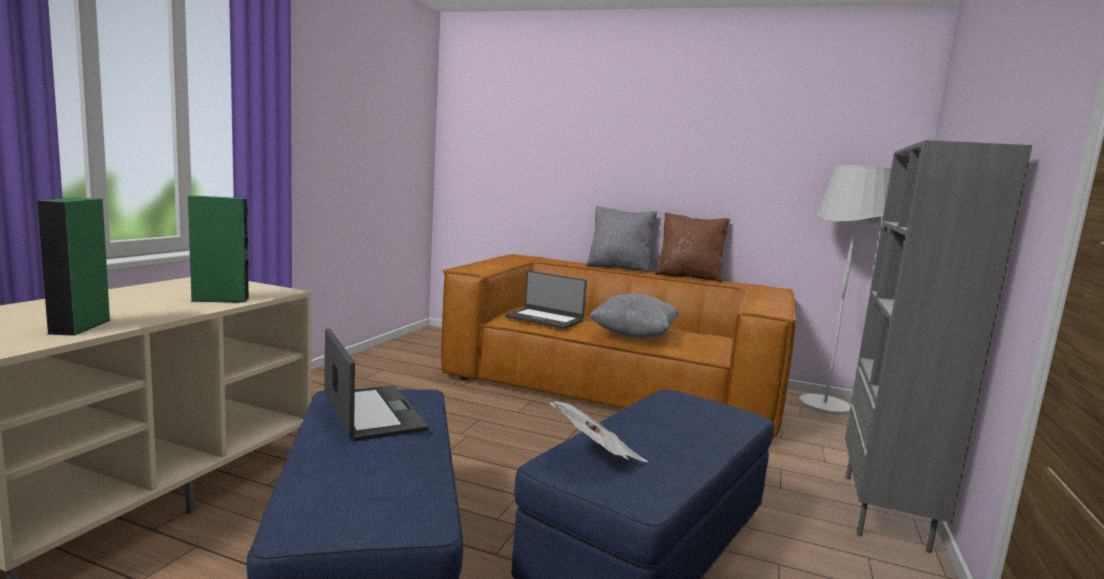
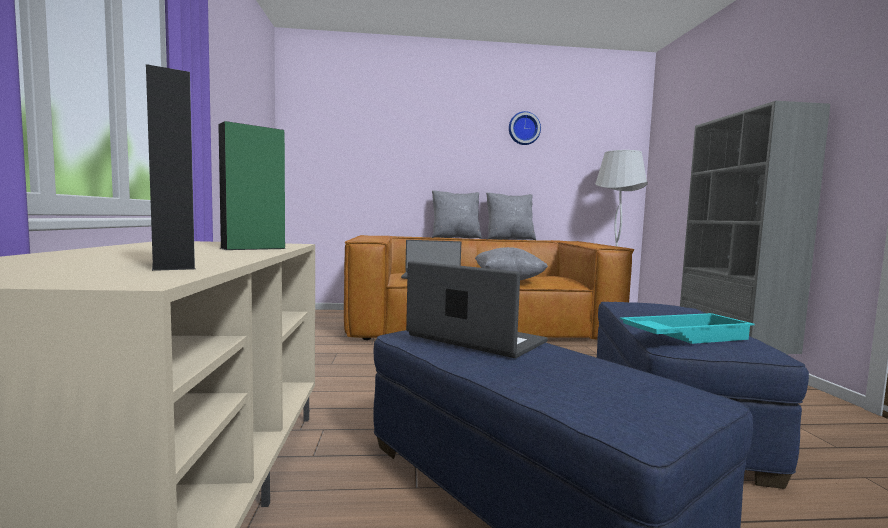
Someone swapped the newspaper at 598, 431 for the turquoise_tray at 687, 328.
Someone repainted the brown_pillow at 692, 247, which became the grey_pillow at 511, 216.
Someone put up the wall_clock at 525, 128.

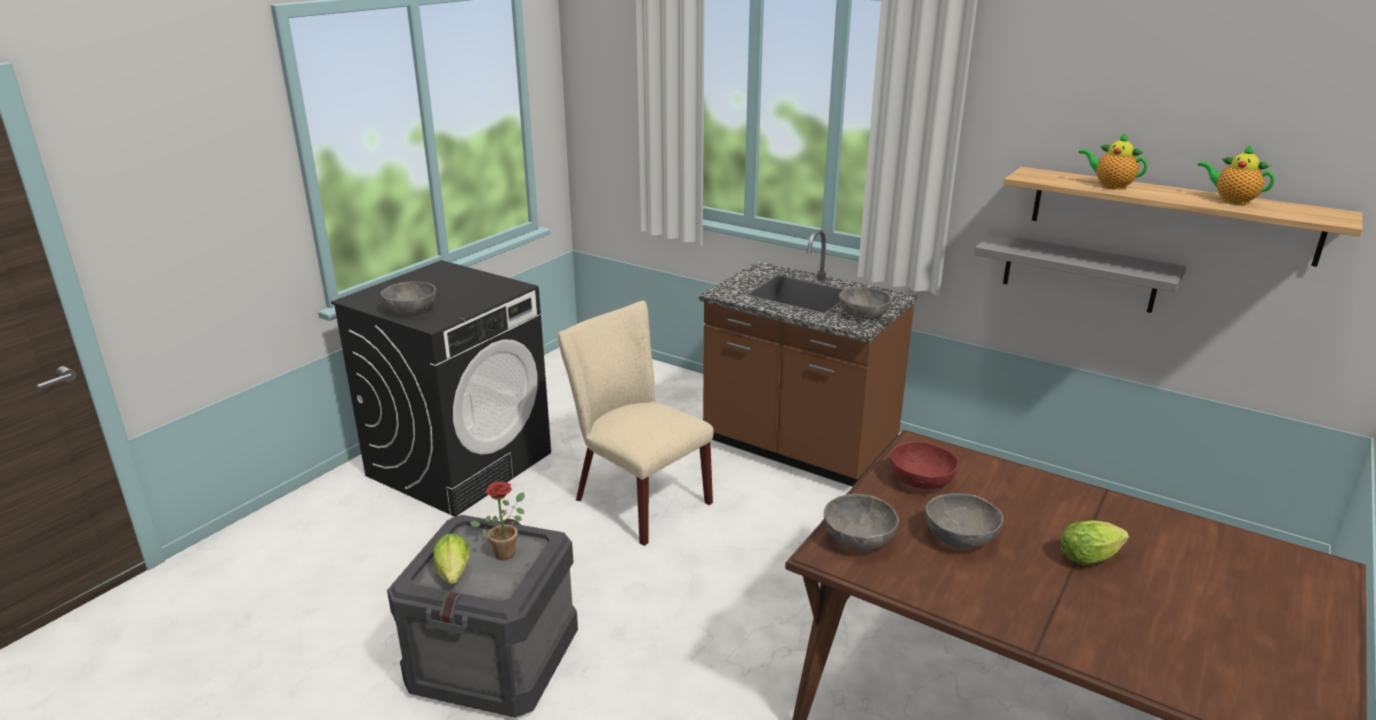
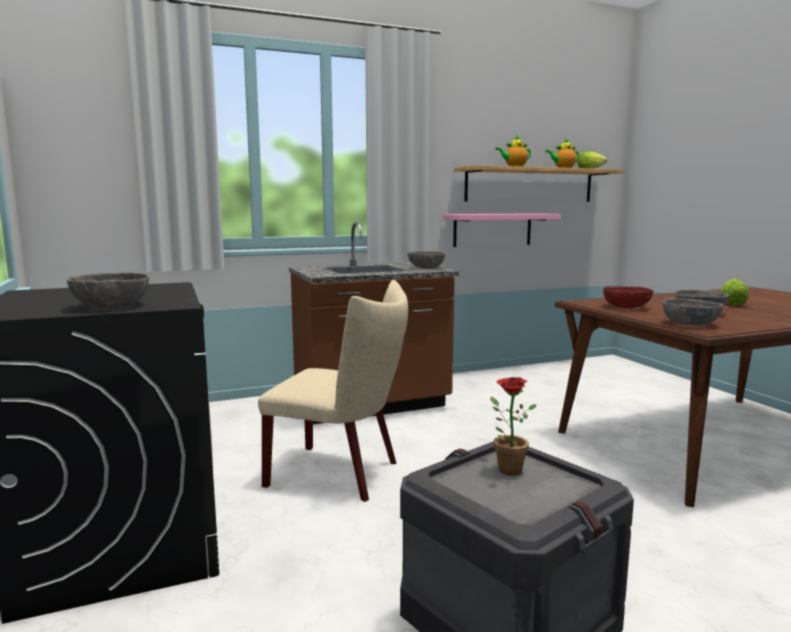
Someone carried the lettuce from 451, 559 to 592, 160.
Someone rotated the beige_chair at 636, 423 by 150 degrees counterclockwise.
Someone repainted the grey_shelf at 1080, 273, which became the pink_shelf at 502, 230.

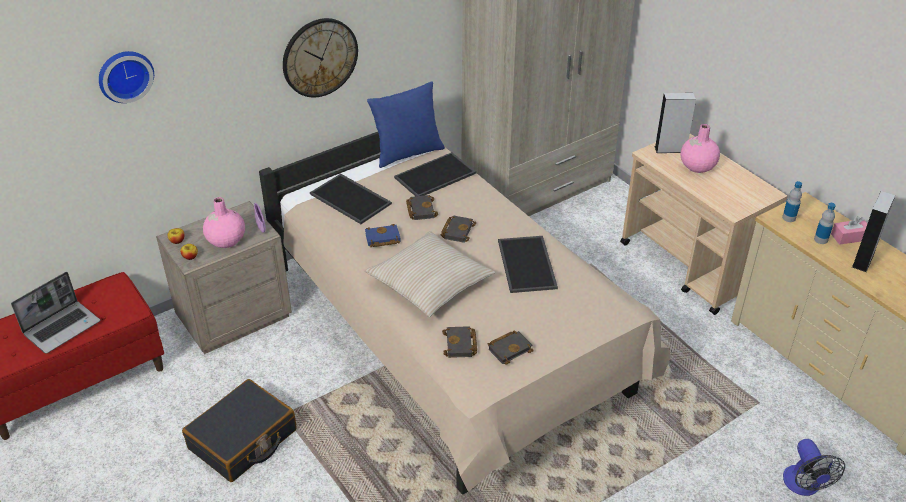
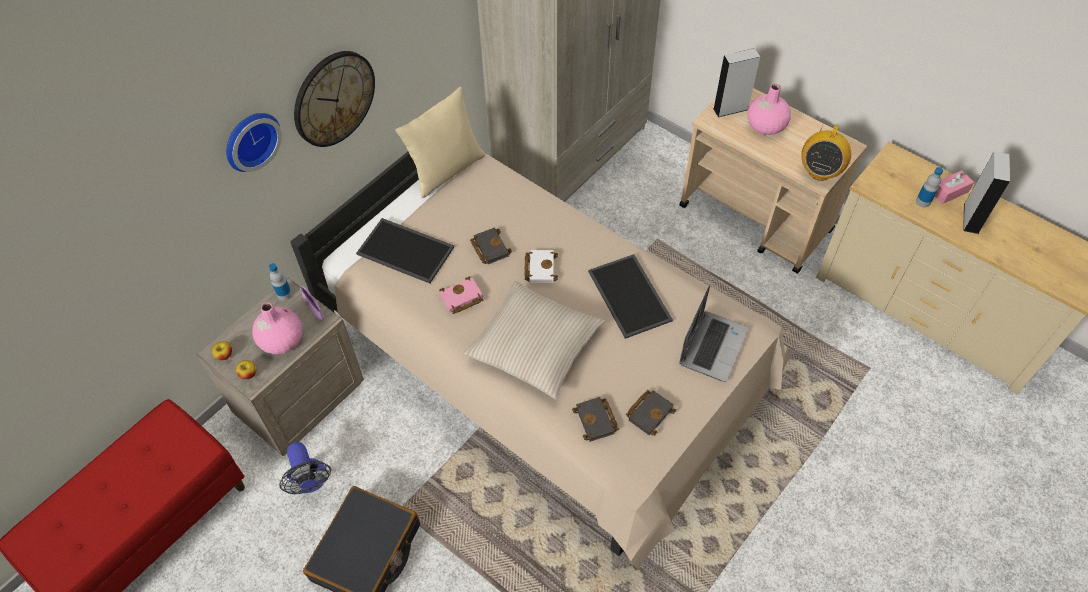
Someone carried the laptop from 55, 313 to 714, 333.
Someone carried the wall_clock from 126, 77 to 254, 142.
Someone repainted the blue_book at 383, 235, which became the pink_book at 461, 295.
Someone repainted the blue_pillow at 406, 124, which became the beige_pillow at 441, 142.
Someone took away the tray at 435, 174.
Someone repainted the black_book at 458, 229, which became the white_book at 541, 266.
Someone carried the bottle from 792, 201 to 280, 282.
Someone carried the fan from 814, 467 to 305, 468.
Someone put down the radio at 826, 151.

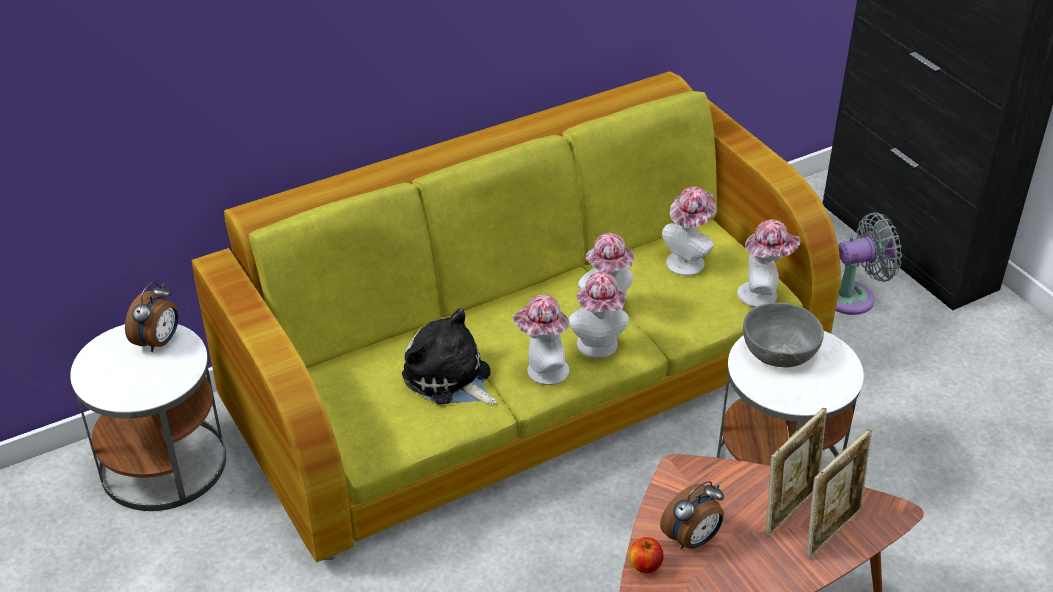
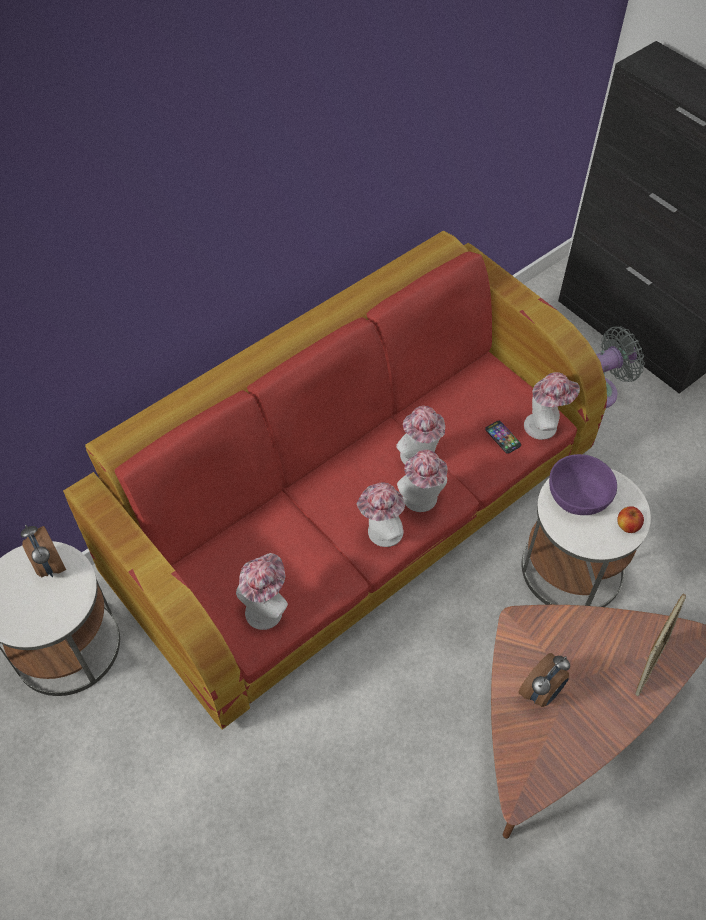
Someone rotated the alarm_clock at 151, 316 by 135 degrees clockwise.
Someone repainted the green_sofa at 516, 317, which became the red_sofa at 335, 480.
Someone took away the plush_toy at 449, 356.
Someone carried the apple from 646, 555 to 630, 519.
Someone carried the hat from 689, 231 to 262, 591.
Someone repainted the grey_bowl at 783, 334, which became the purple_bowl at 583, 484.
Someone took away the picture_frame at 796, 472.
Someone put down the phone at 503, 437.

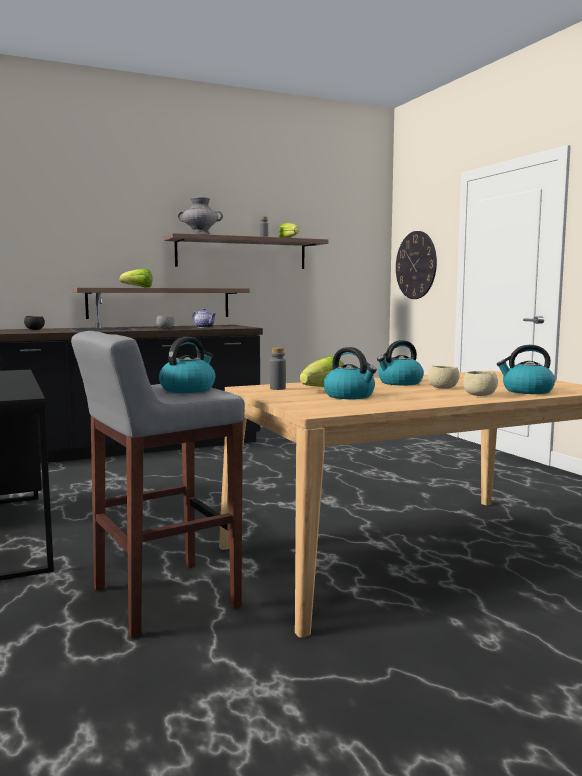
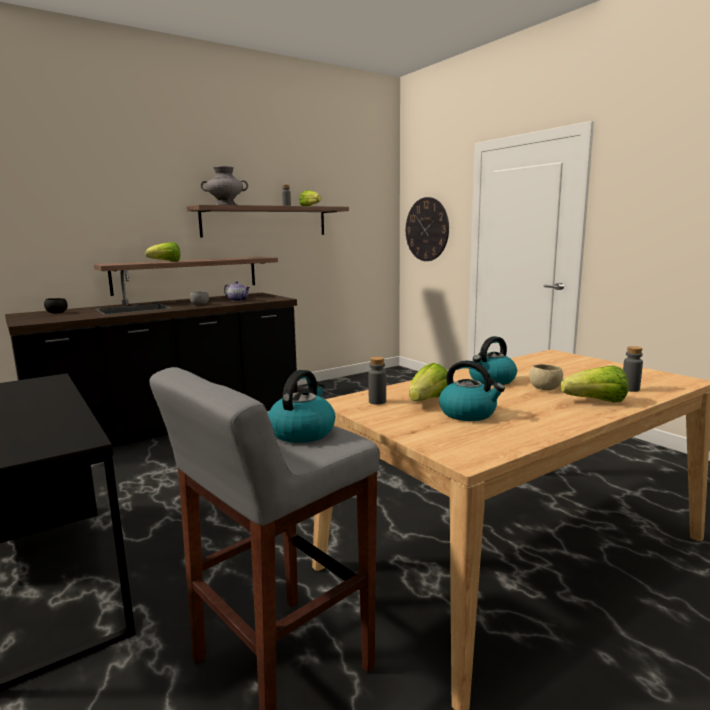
Someone swapped the beige_bowl at 480, 383 for the lettuce at 595, 384.
Someone swapped the kettle at 526, 369 for the grey_bottle at 633, 369.

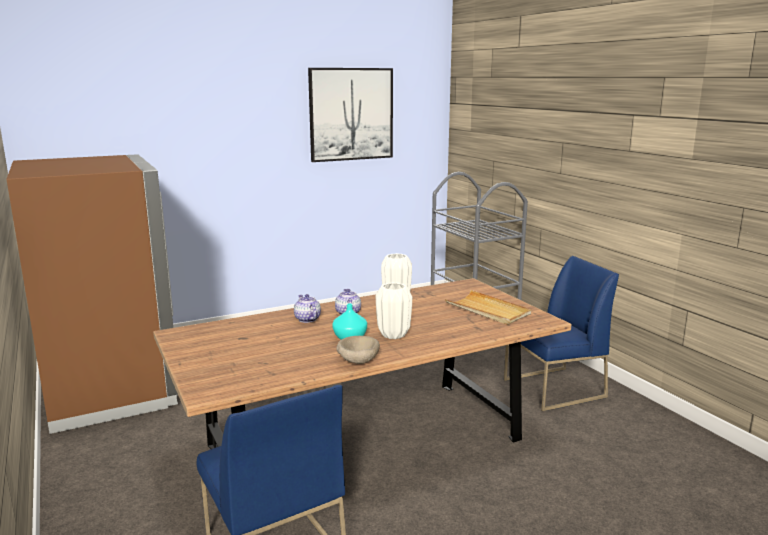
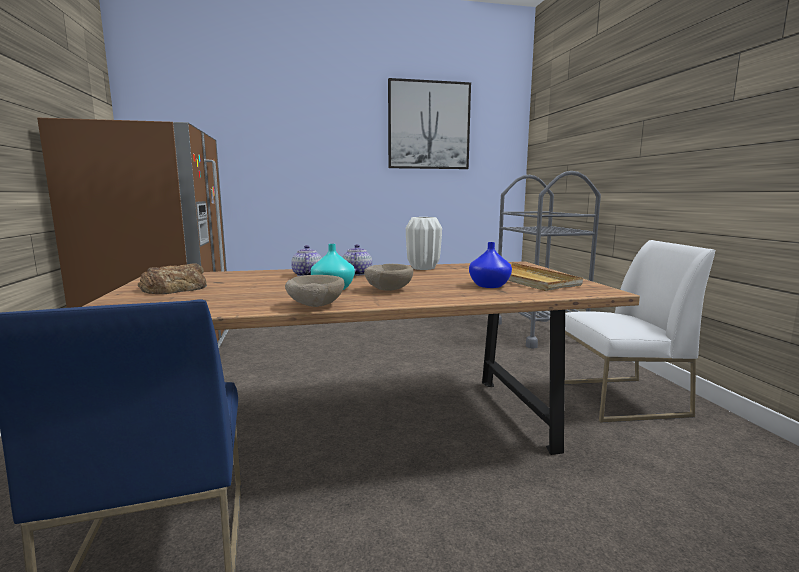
Someone swapped the white_vase at 394, 310 for the beige_bowl at 388, 277.
Someone repainted the blue_chair at 561, 333, which became the white_chair at 640, 331.
Someone put down the bread at 172, 278.
Someone put down the blue_vase at 490, 265.

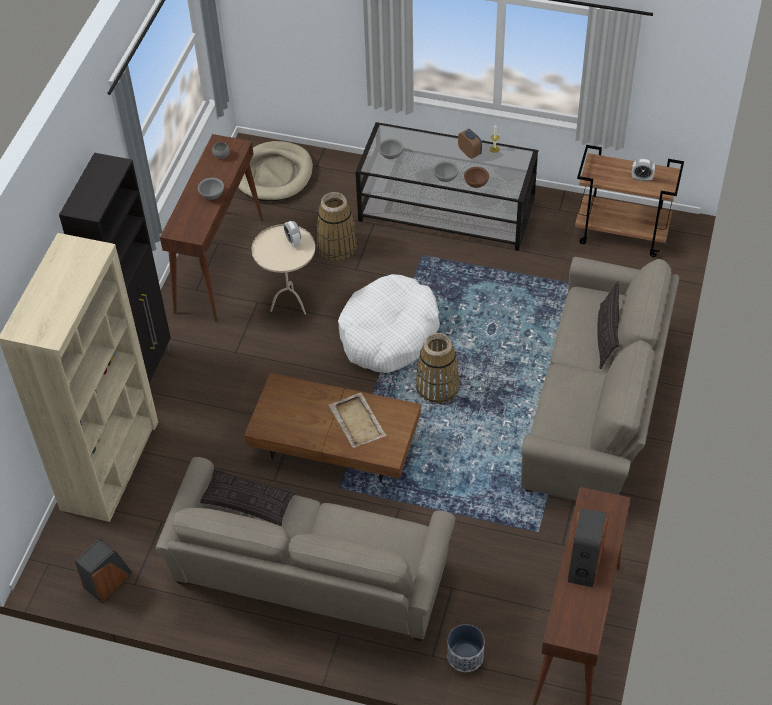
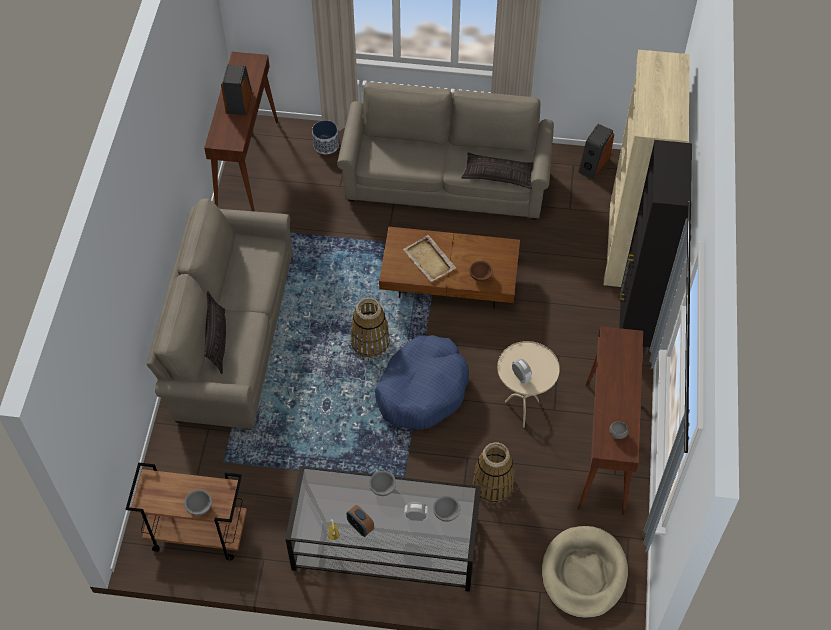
Someone carried the grey_bowl from 211, 189 to 198, 503.
Someone repainted the white_dog_bed at 389, 323, which became the blue_dog_bed at 422, 382.
Someone carried the brown_bowl from 476, 177 to 481, 271.
Someone carried the alarm_clock from 643, 170 to 416, 511.

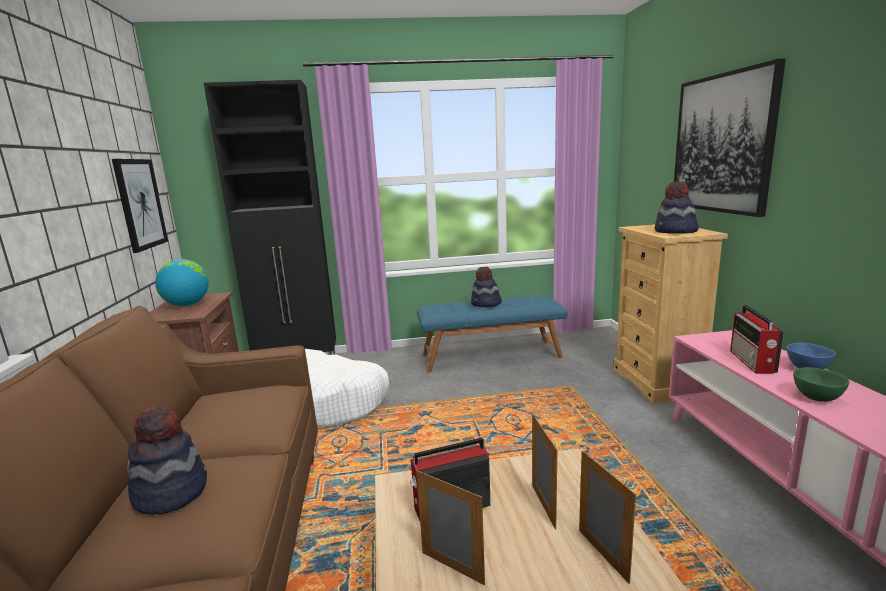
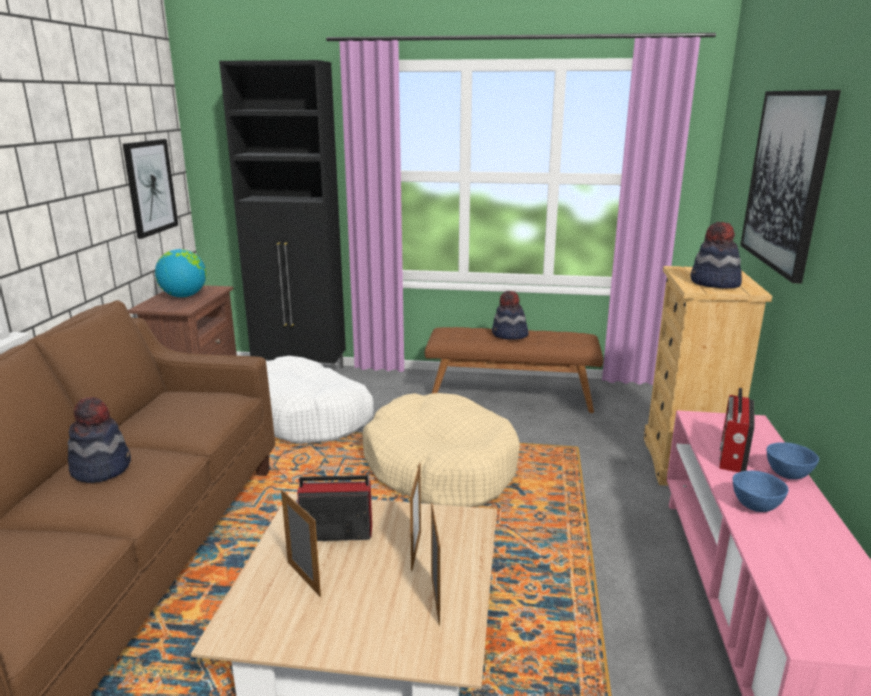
Someone repainted the blue_bench at 492, 334, which became the brown_bench at 514, 370.
Someone repainted the green_bowl at 821, 384, which became the blue_bowl at 761, 491.
Someone put down the beige_dog_bed at 441, 450.

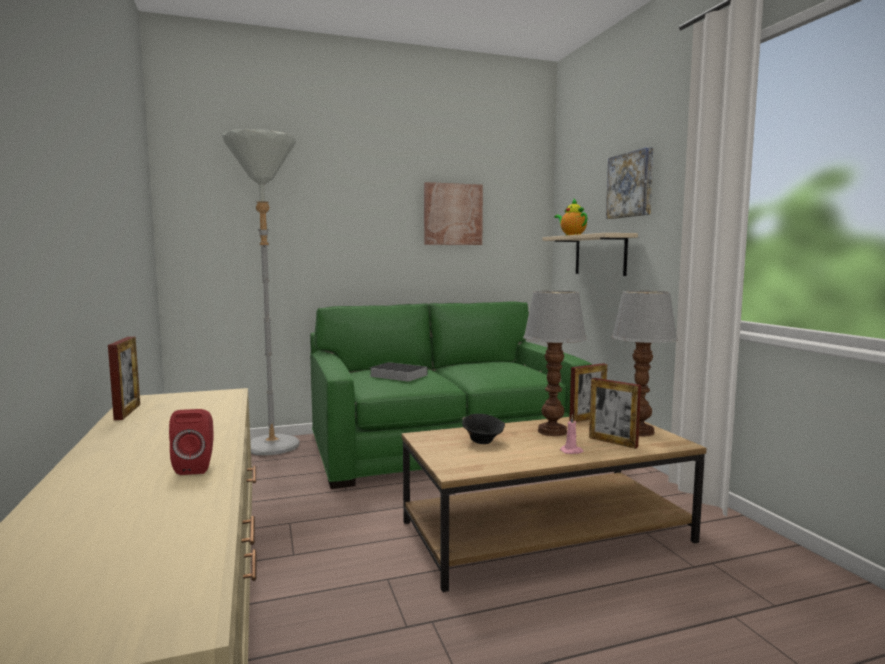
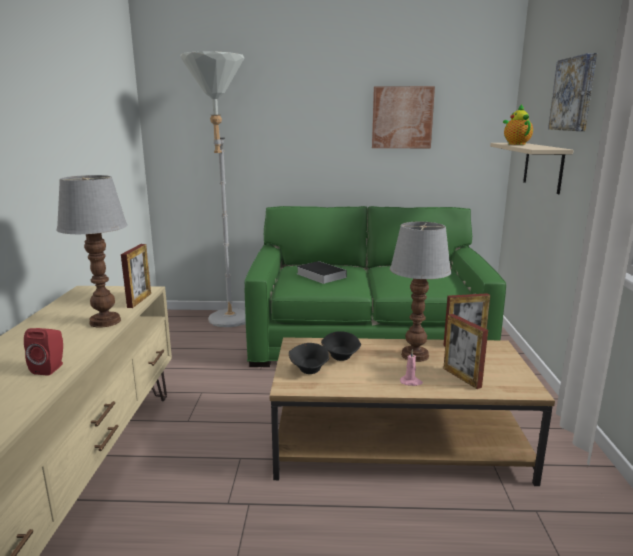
Someone carried the picture_frame from 124, 378 to 136, 276.
Someone carried the table_lamp from 644, 363 to 92, 251.
Someone put down the black_bowl at 309, 358.

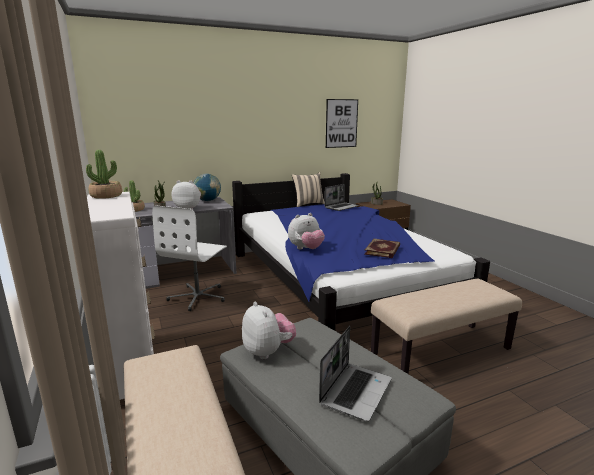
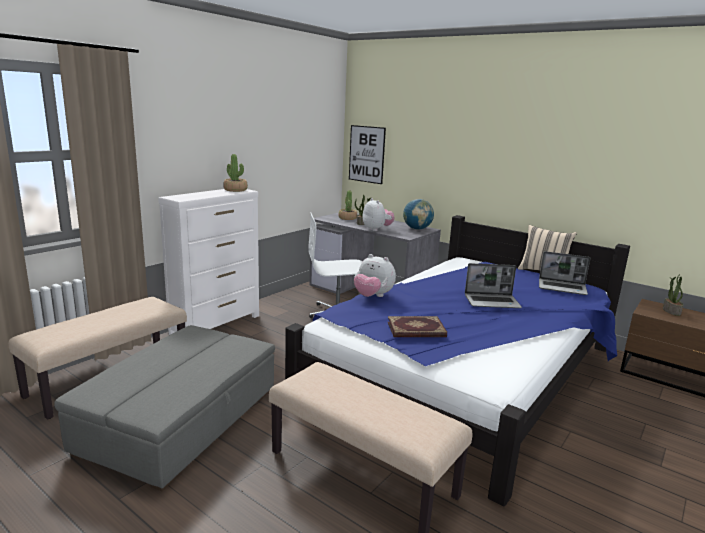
Someone took away the plush_toy at 269, 330.
Someone carried the laptop from 355, 374 to 493, 285.
Someone carried the picture from 342, 123 to 367, 154.

